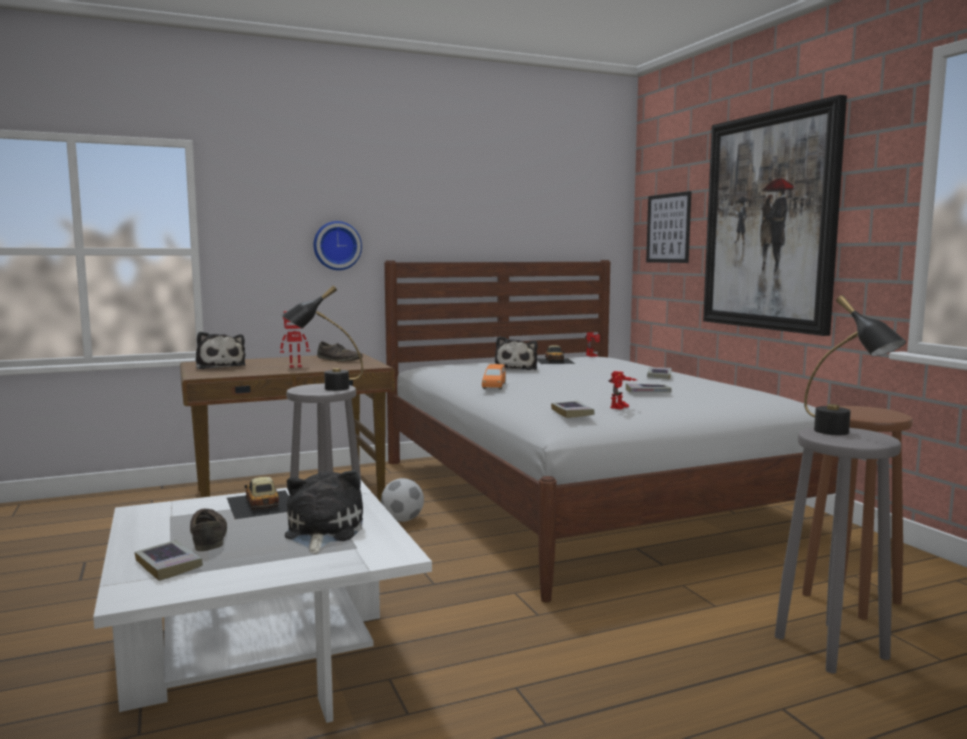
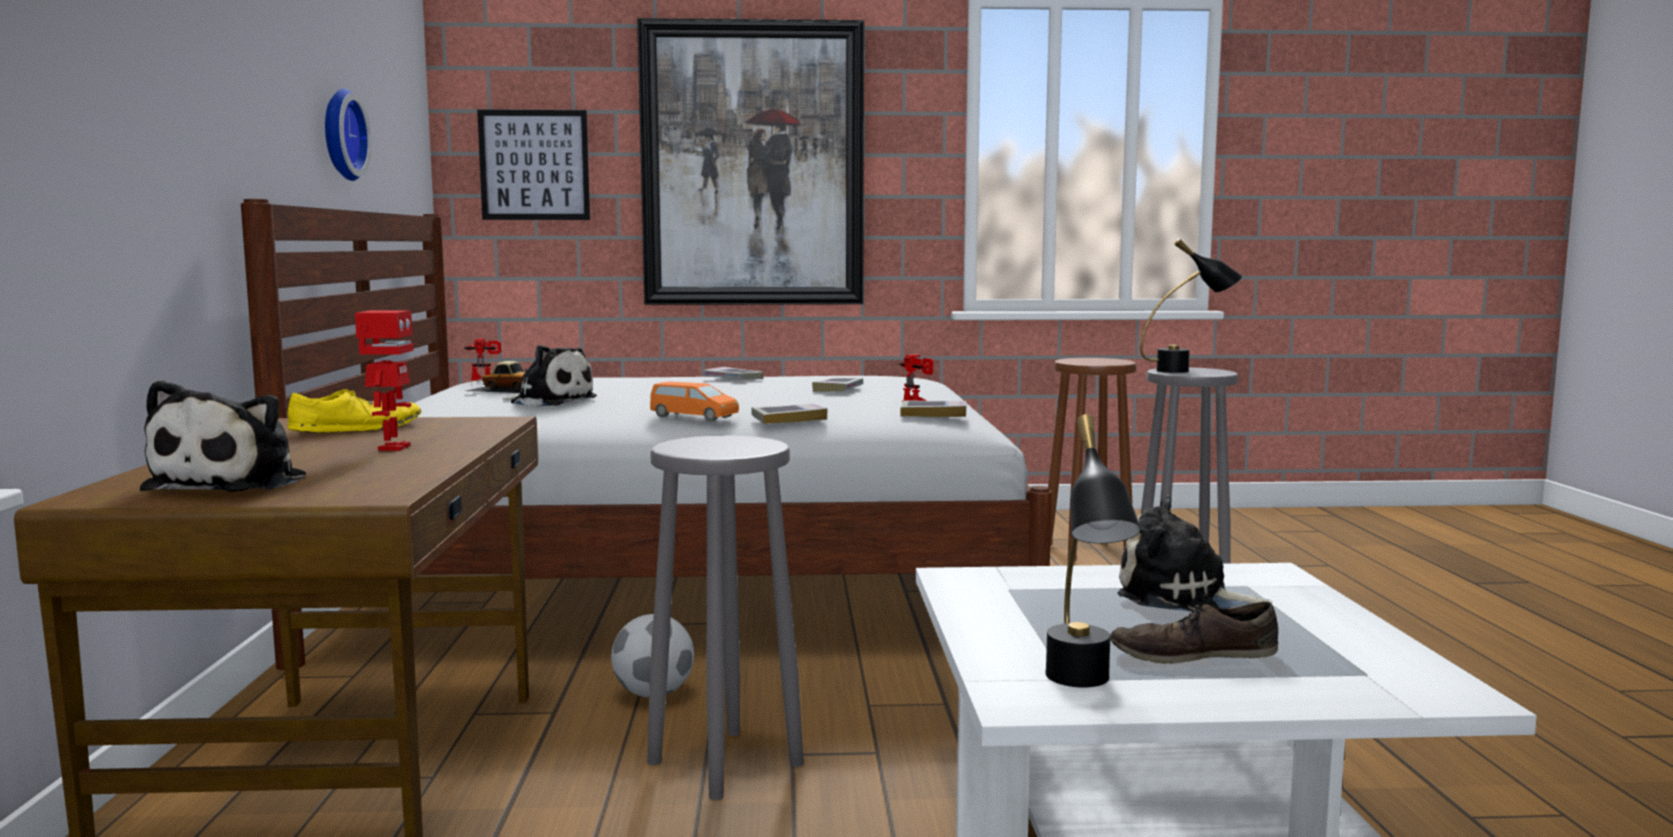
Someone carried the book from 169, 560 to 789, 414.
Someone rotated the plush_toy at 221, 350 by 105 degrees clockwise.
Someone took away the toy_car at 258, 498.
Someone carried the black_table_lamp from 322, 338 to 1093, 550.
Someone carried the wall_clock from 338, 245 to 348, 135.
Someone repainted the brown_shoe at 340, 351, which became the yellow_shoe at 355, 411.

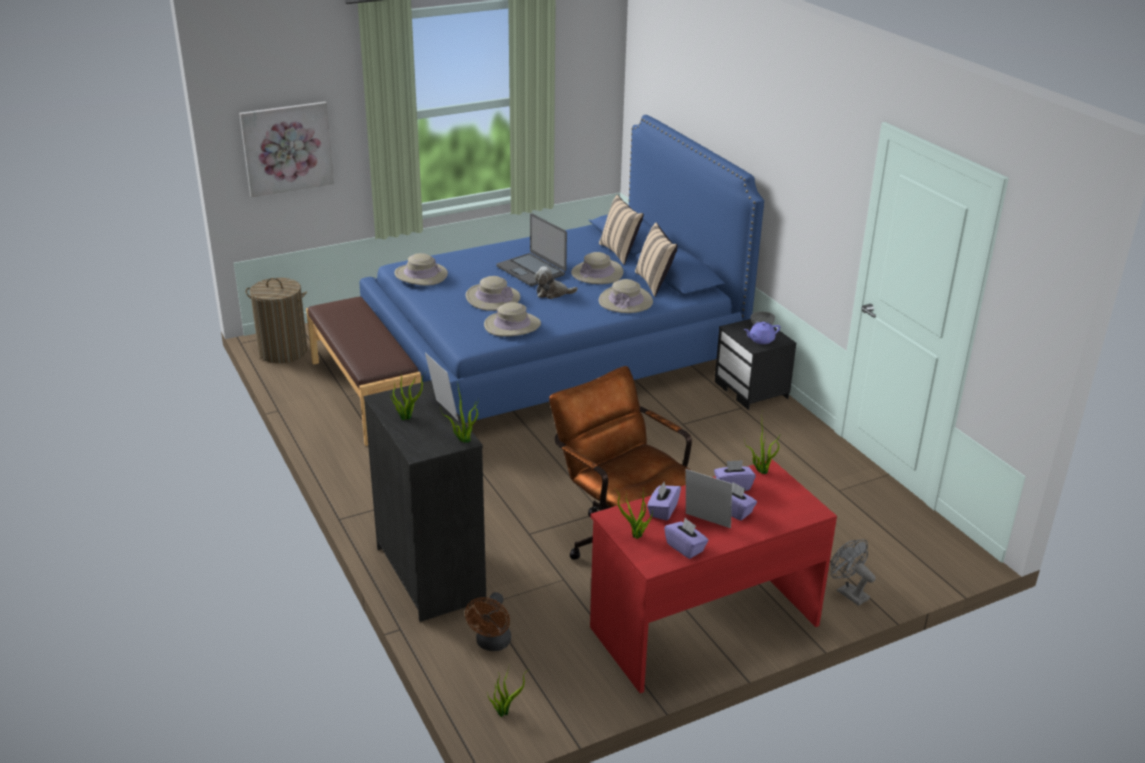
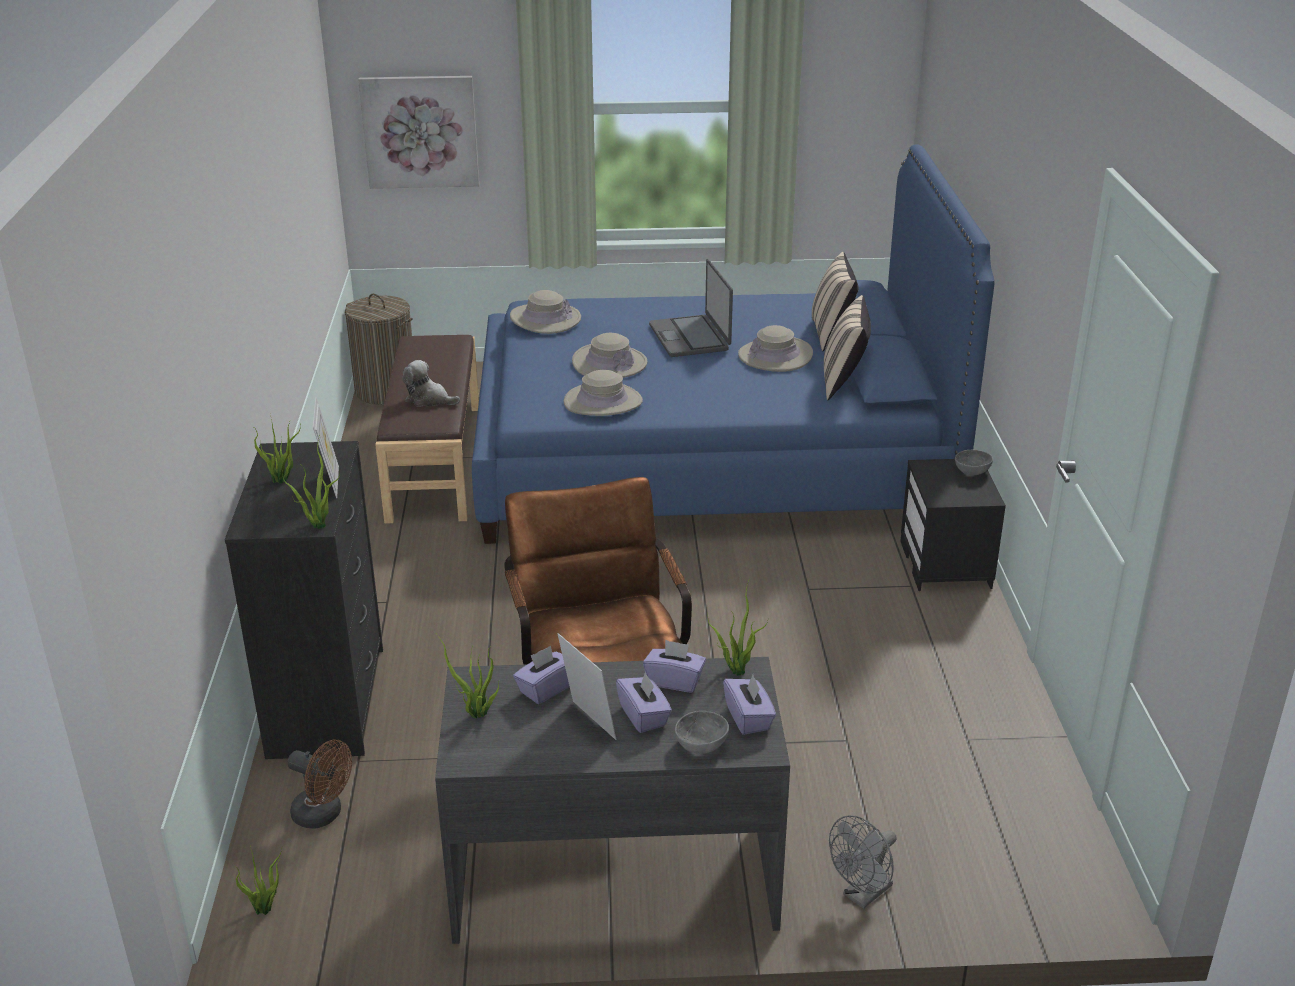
Someone rotated the brown_fan at 488, 621 by 105 degrees counterclockwise.
Someone carried the plush_toy from 556, 282 to 431, 383.
Someone repainted the red_desk at 713, 576, which became the grey_desk at 612, 800.
Someone took away the beige_hat at 626, 296.
Someone carried the purple_tissue_box from 686, 538 to 749, 705.
Someone took away the purple_teapot at 762, 333.
Someone rotated the grey_fan at 853, 572 by 120 degrees counterclockwise.
Someone put down the grey_bowl at 702, 732.

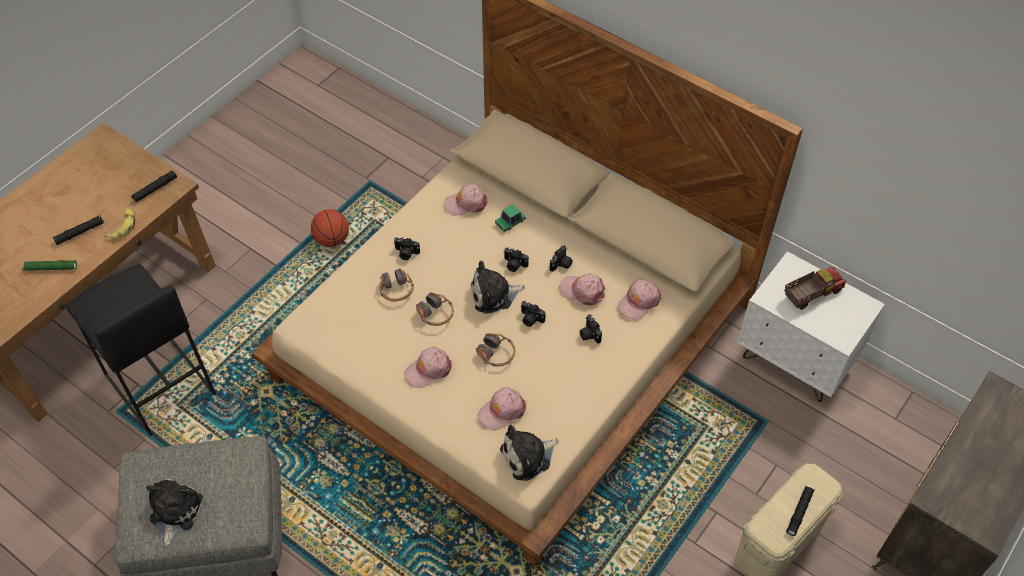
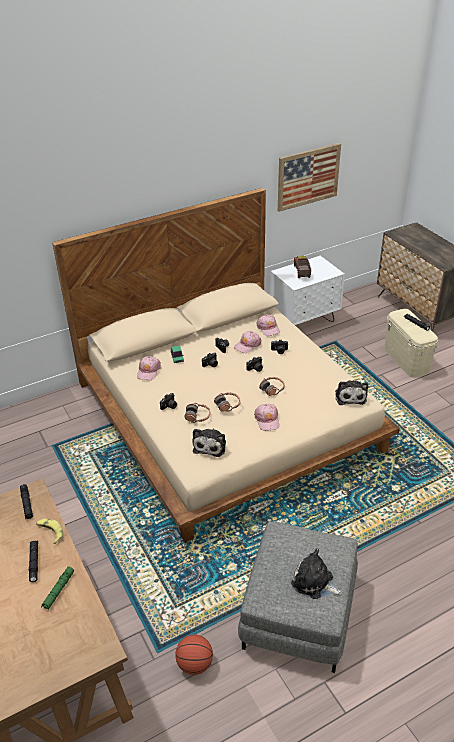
Someone took away the black_stool at 140, 349.
Someone carried the basketball from 330, 228 to 194, 655.
Someone carried the plush_toy from 498, 287 to 209, 443.
Someone took away the pink_cap at 502, 409.
Someone put up the picture at 309, 177.

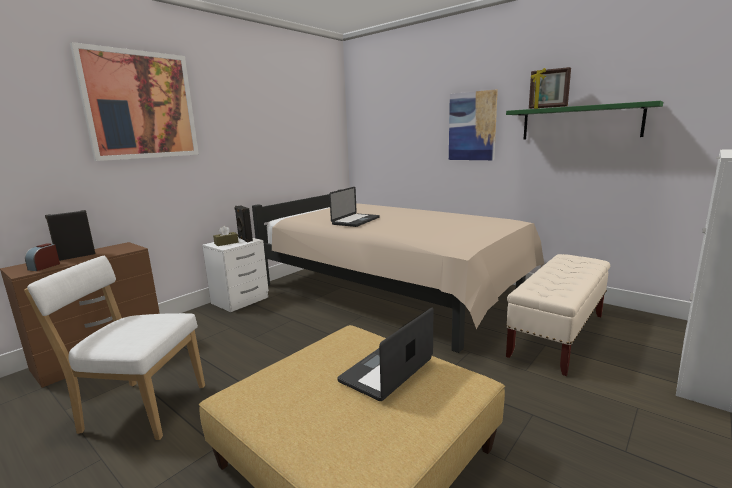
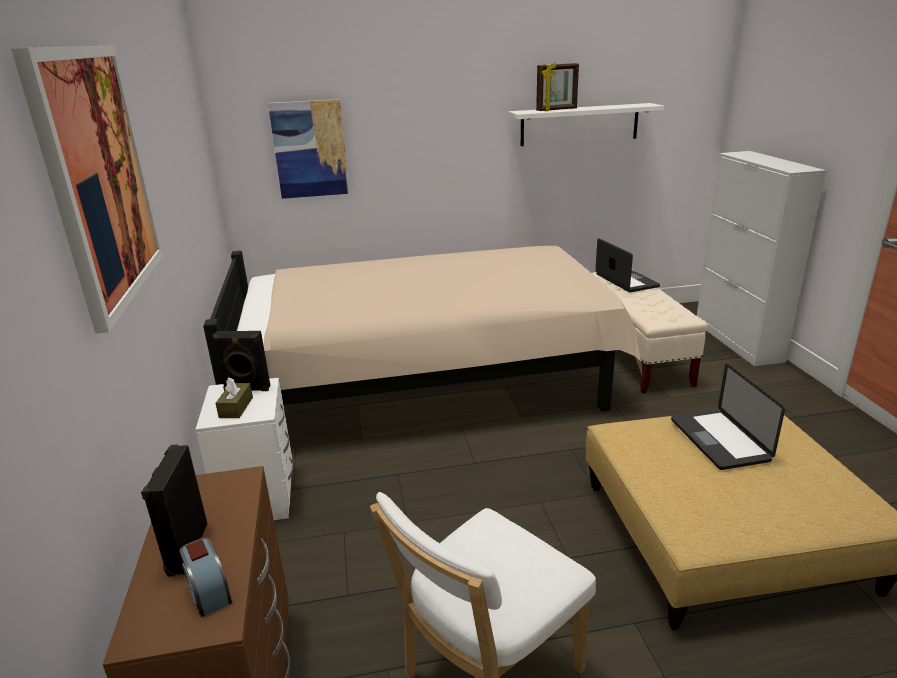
Someone carried the laptop from 354, 207 to 627, 265.
Someone carried the picture from 473, 124 to 309, 149.
Someone repainted the green_shelf at 584, 120, which became the white_shelf at 586, 124.

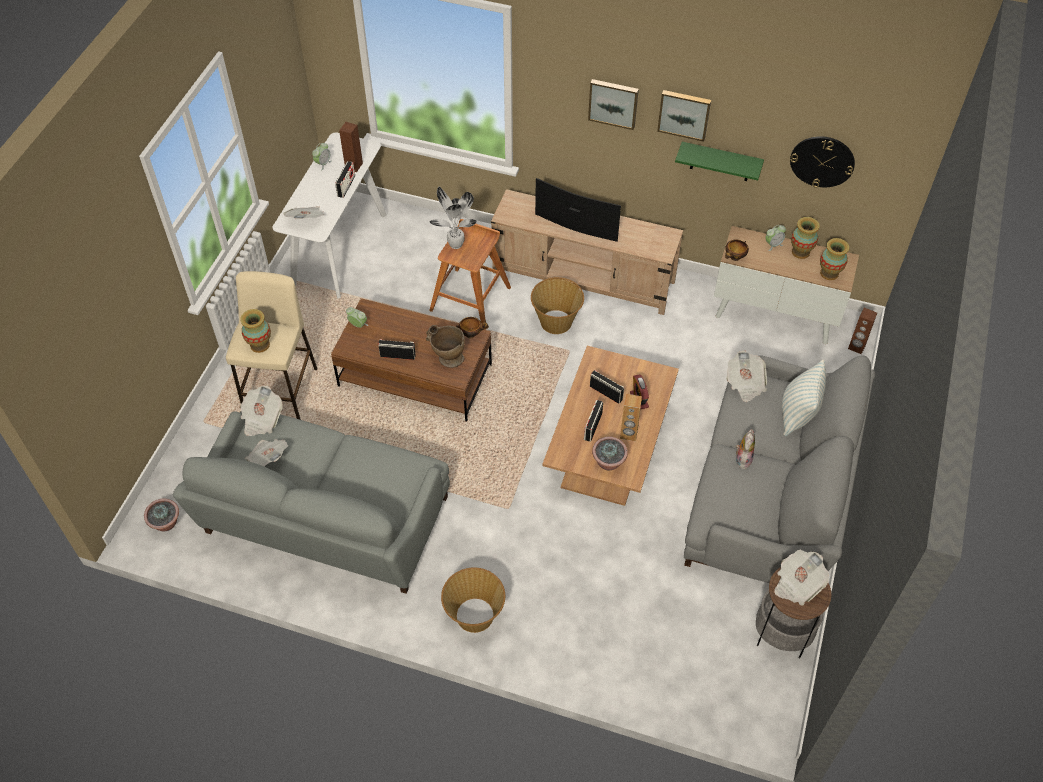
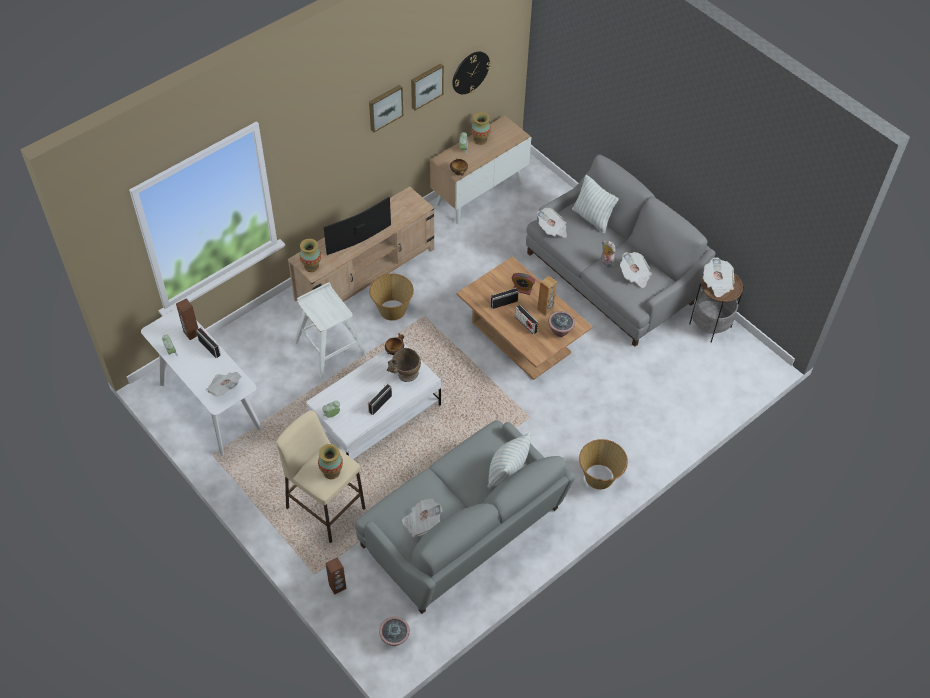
Someone carried the newspaper from 261, 411 to 636, 270.
Someone repainted the brown_coffee_table at 411, 359, which became the white_coffee_table at 373, 401.
Someone repainted the brown_stool at 470, 271, which became the white_stool at 330, 330.
Someone took away the potted_plant at 453, 218.
Someone carried the picture from 613, 104 to 427, 87.
Someone took away the green_shelf at 719, 161.
Someone carried the vase from 834, 259 to 310, 255.
Someone carried the brown_speaker from 862, 331 to 336, 576.
Someone put down the pillow at 509, 460.

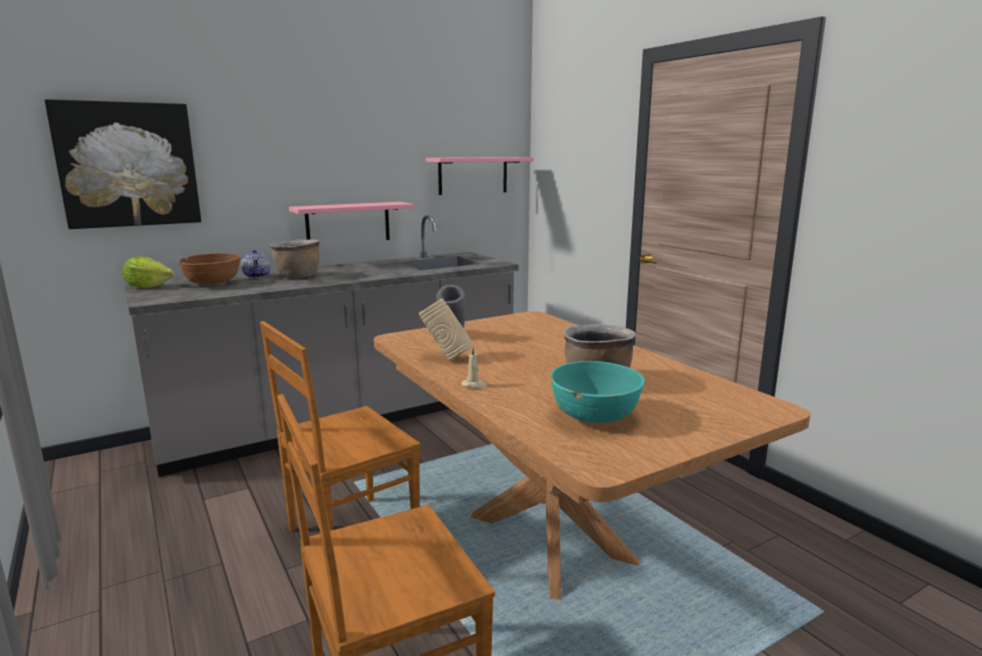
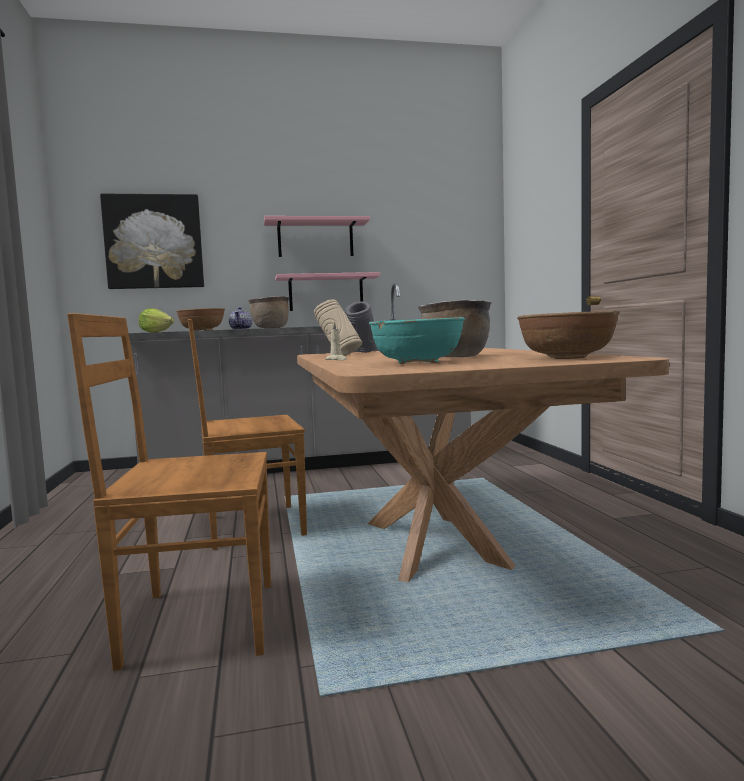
Someone carried the pink_shelf from 480, 176 to 317, 236.
Someone put down the brown_bowl at 568, 334.

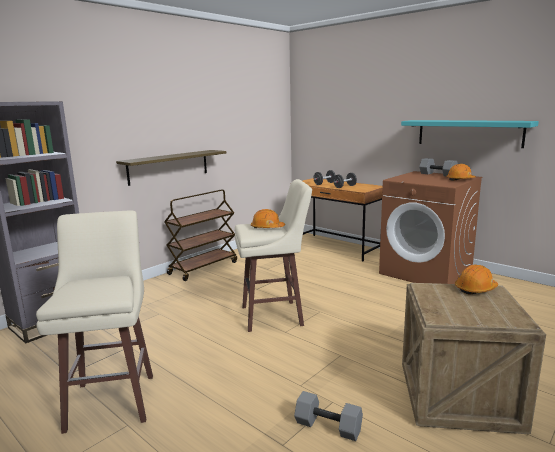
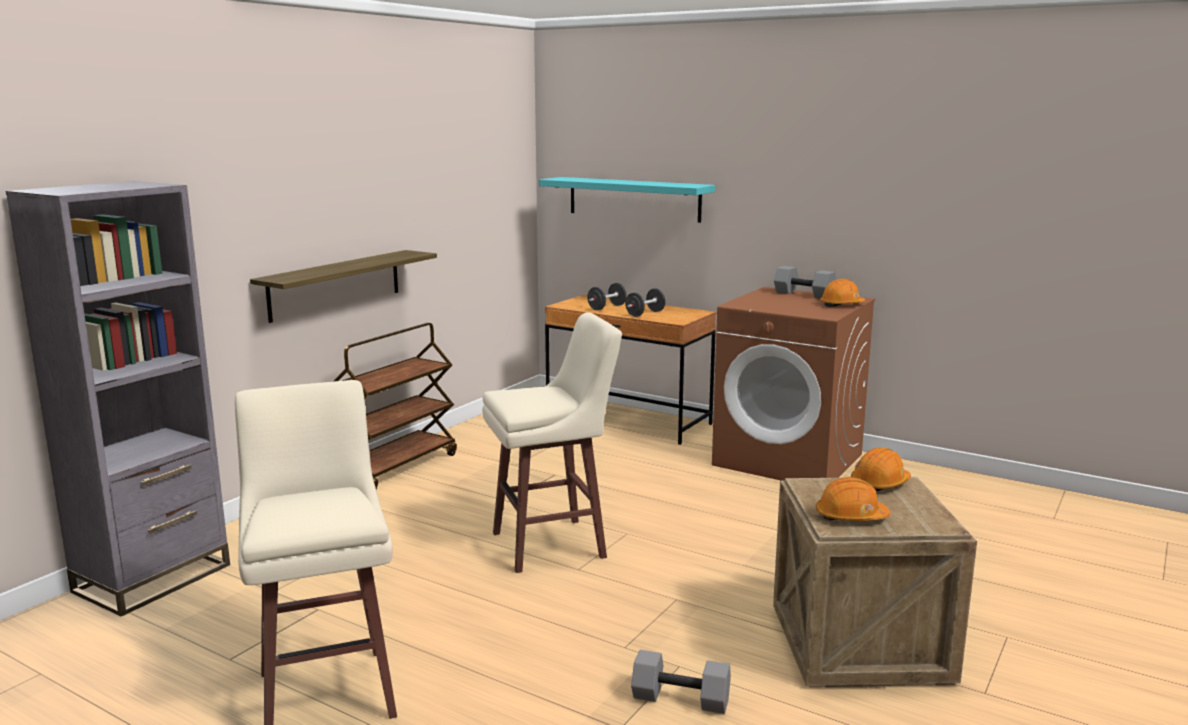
Someone carried the orange_hard_hat from 268, 218 to 853, 499.
Someone carried the turquoise_shelf from 470, 134 to 627, 200.

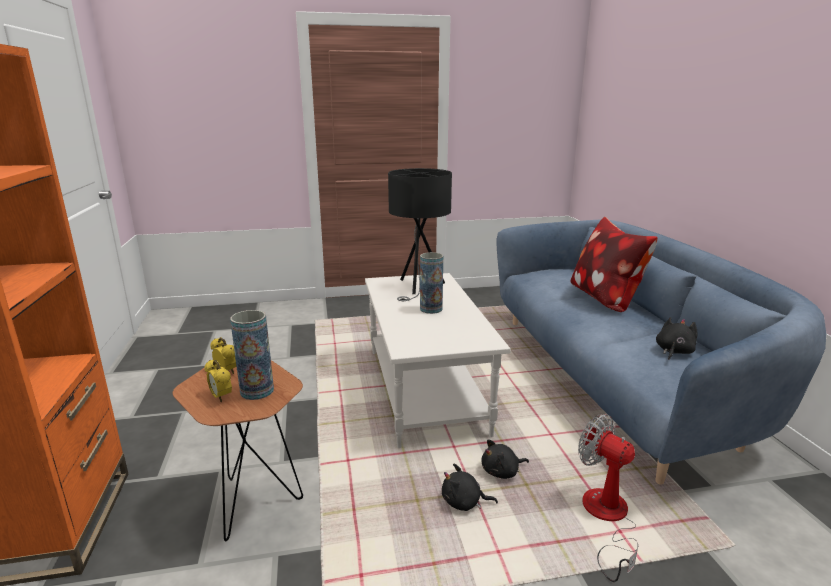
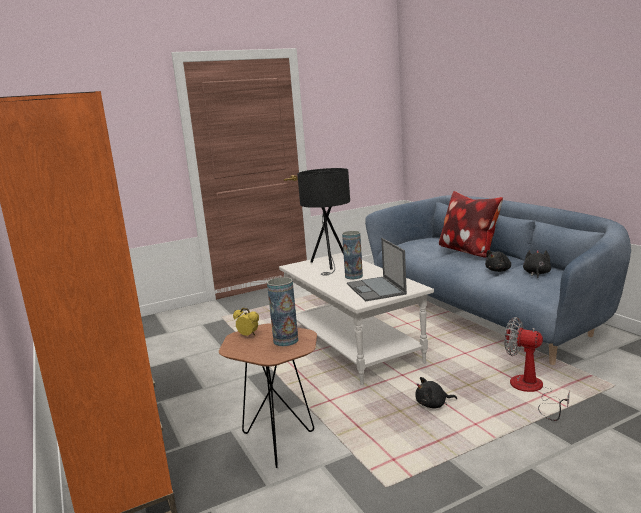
Someone took away the alarm_clock at 218, 381.
Someone carried the black_plush_toy from 505, 459 to 498, 261.
Someone put down the laptop at 377, 269.

